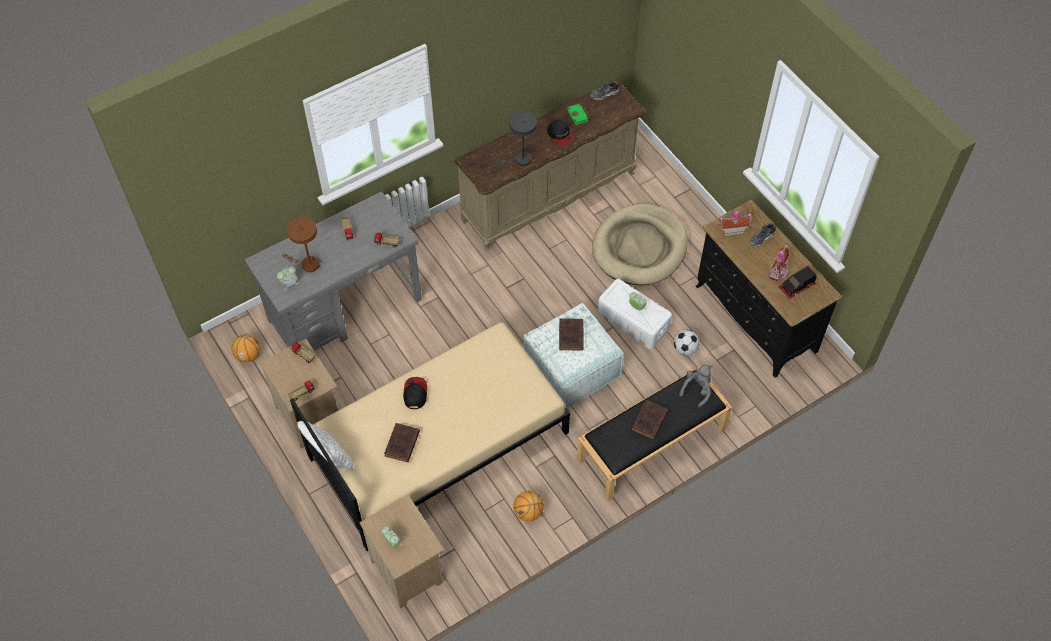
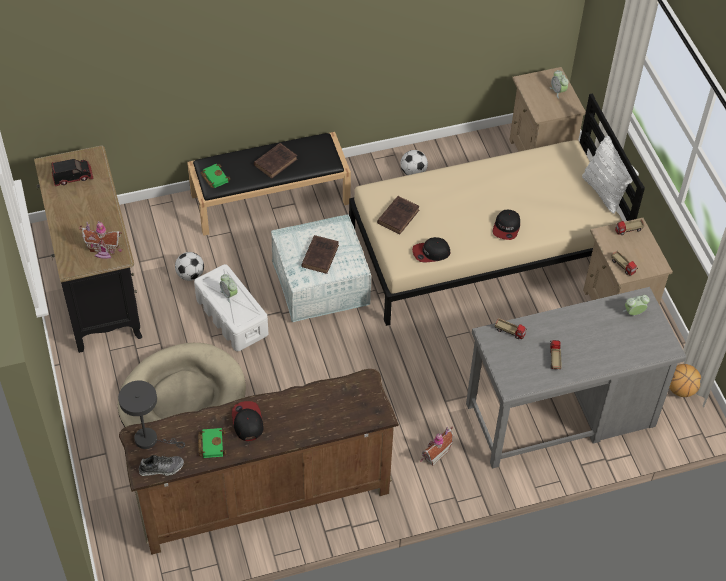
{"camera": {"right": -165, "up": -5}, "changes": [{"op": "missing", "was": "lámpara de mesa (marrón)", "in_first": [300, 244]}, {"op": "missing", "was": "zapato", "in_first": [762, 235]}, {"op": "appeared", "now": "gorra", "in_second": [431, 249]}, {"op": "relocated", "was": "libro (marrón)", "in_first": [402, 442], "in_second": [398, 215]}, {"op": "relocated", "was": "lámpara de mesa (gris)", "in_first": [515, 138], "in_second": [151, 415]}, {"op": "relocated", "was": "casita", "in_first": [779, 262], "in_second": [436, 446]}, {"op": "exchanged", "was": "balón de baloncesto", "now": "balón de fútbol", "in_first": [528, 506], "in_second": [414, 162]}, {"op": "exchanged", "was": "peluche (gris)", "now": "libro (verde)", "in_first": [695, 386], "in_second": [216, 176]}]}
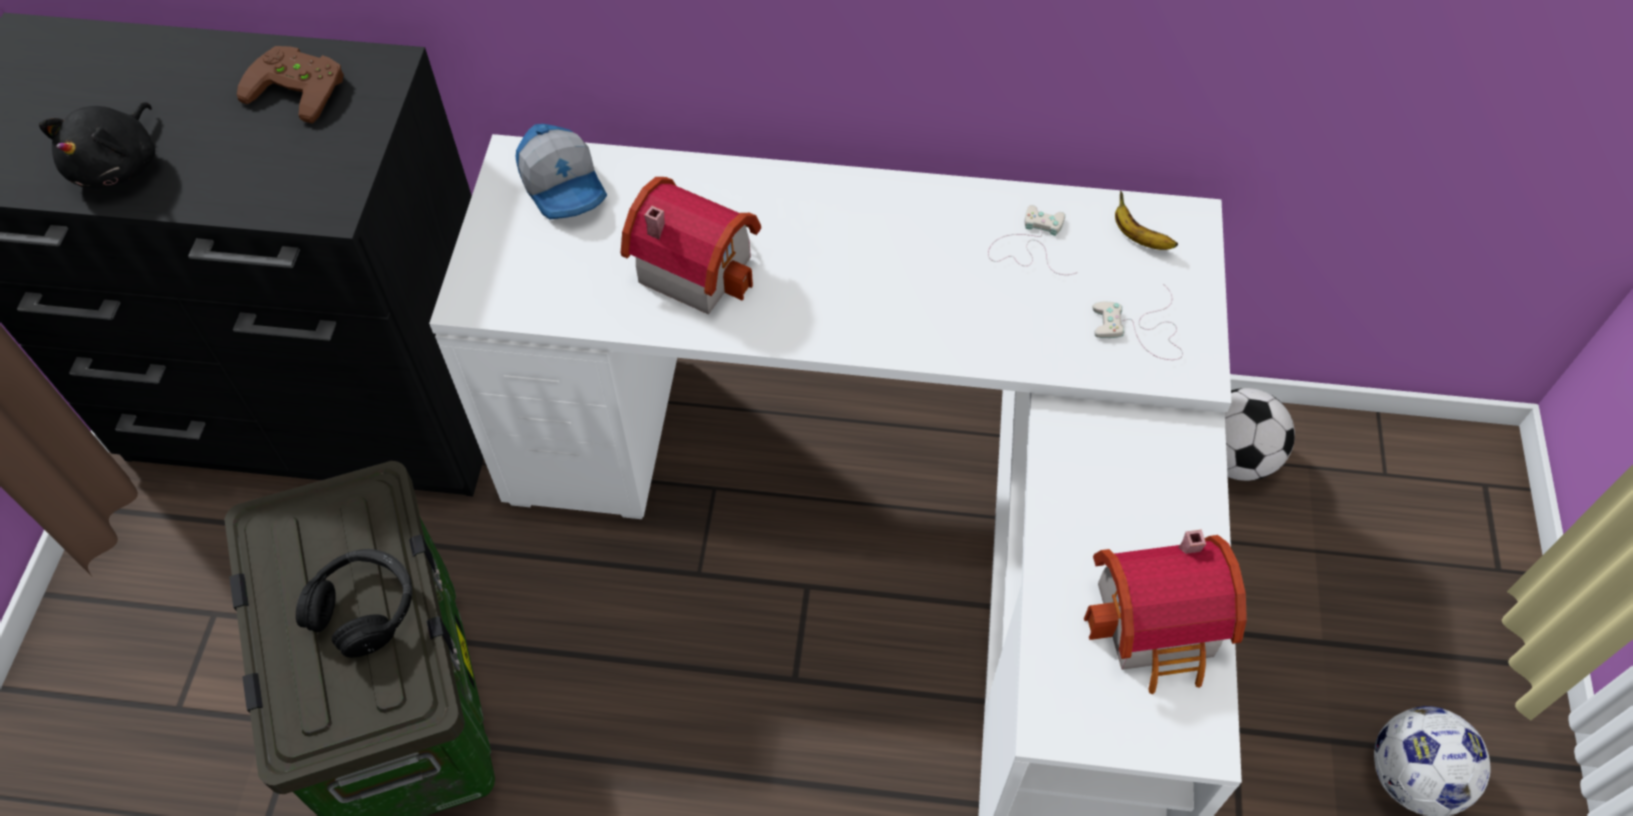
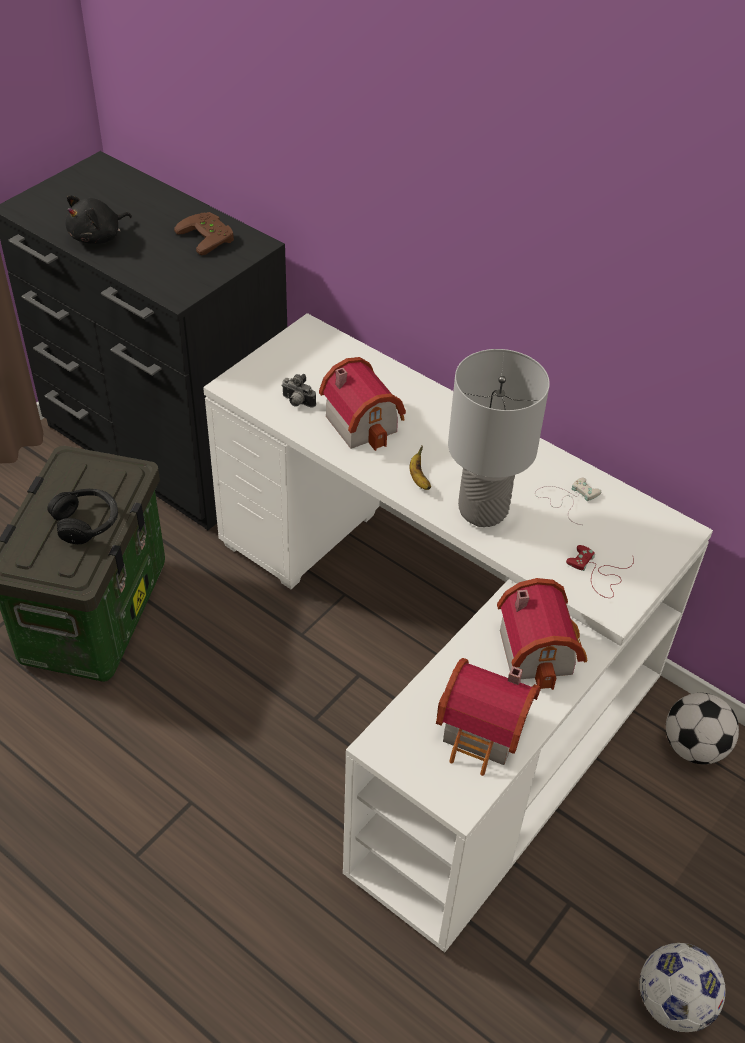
{"camera": {"right": 30, "up": -10}, "changes": [{"op": "missing", "was": "gorra", "in_first": [561, 172]}, {"op": "appeared", "now": "cámara", "in_second": [298, 391]}, {"op": "appeared", "now": "lámpara de mesa (gris)", "in_second": [499, 438]}, {"op": "appeared", "now": "casita", "in_second": [542, 634]}, {"op": "relocated", "was": "plátano", "in_first": [1146, 220], "in_second": [420, 467]}, {"op": "colour", "was": "mando de consola (blanco)", "now": "mando de consola (rojo)", "in_first": [1138, 322], "in_second": [600, 571]}]}
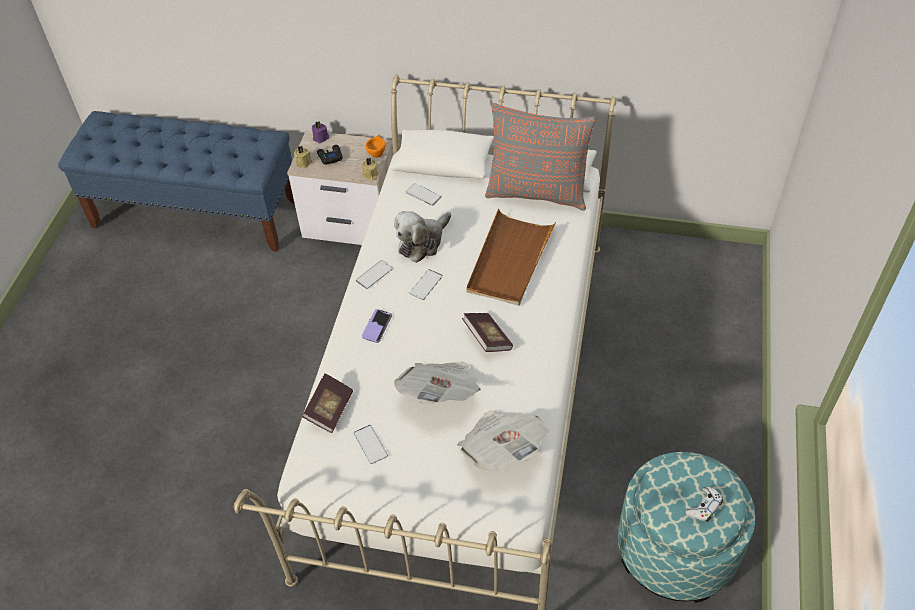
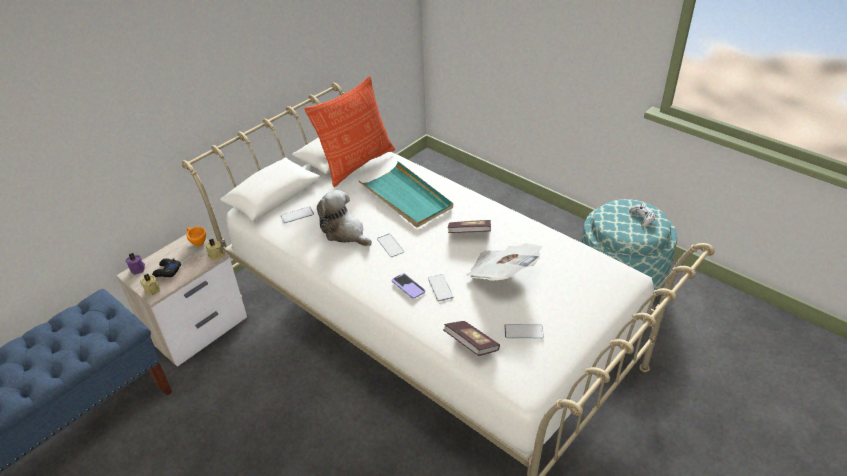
{"camera": {"right": -60, "up": -10}, "changes": [{"op": "missing", "was": "periódico", "in_first": [503, 441]}, {"op": "relocated", "was": "móvil", "in_first": [374, 274], "in_second": [440, 287]}, {"op": "colour", "was": "bandeja (marrón)", "now": "bandeja (turquesa)", "in_first": [511, 257], "in_second": [405, 194]}, {"op": "colour", "was": "cojín (gris)", "now": "cojín (naranja)", "in_first": [540, 157], "in_second": [350, 131]}, {"op": "spun", "was": "peluche", "in_first": [422, 237], "in_second": [344, 218], "clockwise": 150}]}
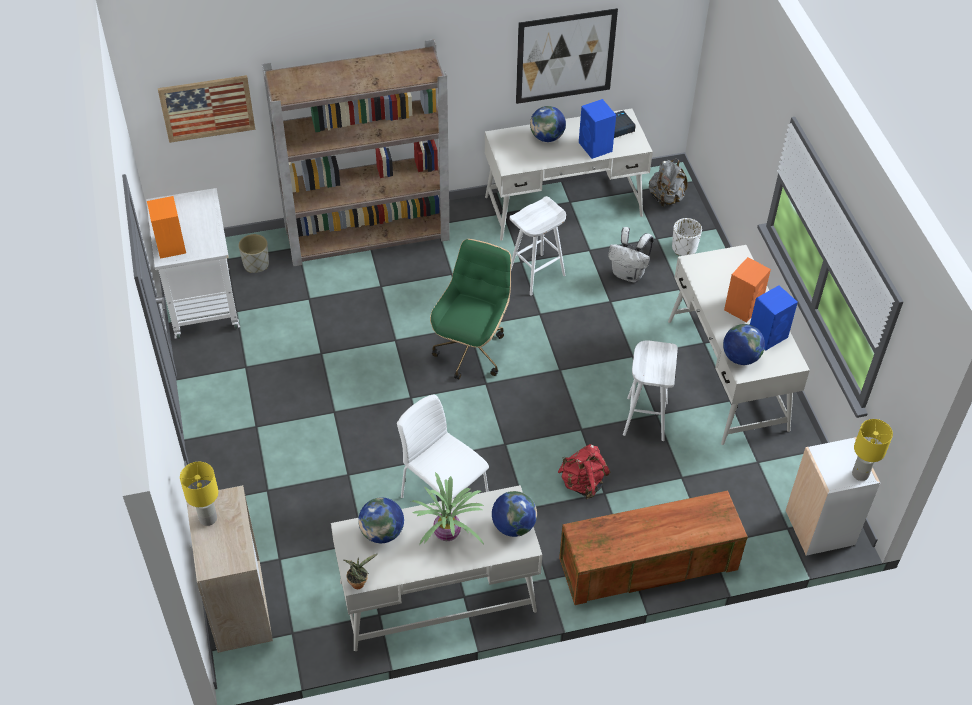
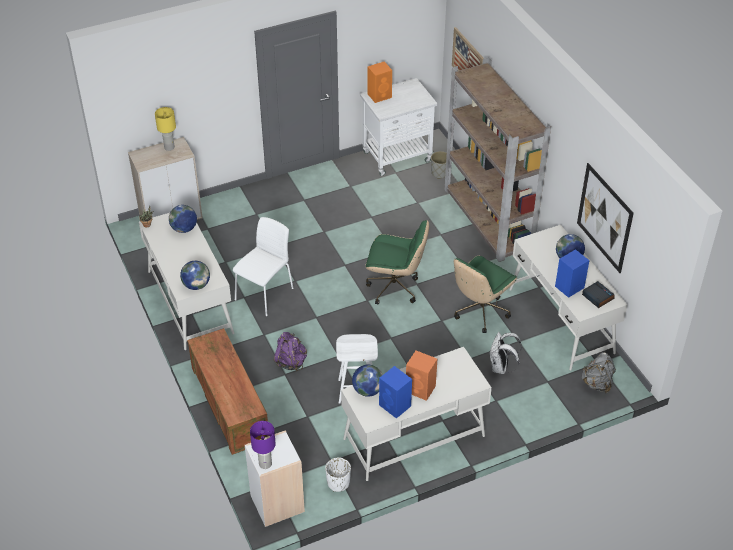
{"camera": {"right": 80, "up": -5}, "changes": [{"op": "missing", "was": "planta en maceta", "in_first": [447, 508]}, {"op": "relocated", "was": "maceta (blanco)", "in_first": [687, 237], "in_second": [338, 475]}, {"op": "exchanged", "was": "taburete (blanco)", "now": "silla de oficina (verde)", "in_first": [538, 246], "in_second": [485, 294]}, {"op": "colour", "was": "mochila (rojo)", "now": "mochila (morado)", "in_first": [584, 471], "in_second": [290, 351]}, {"op": "colour", "was": "lámpara de mesa (amarillo)", "now": "lámpara de mesa (morado)", "in_first": [872, 450], "in_second": [263, 445]}]}
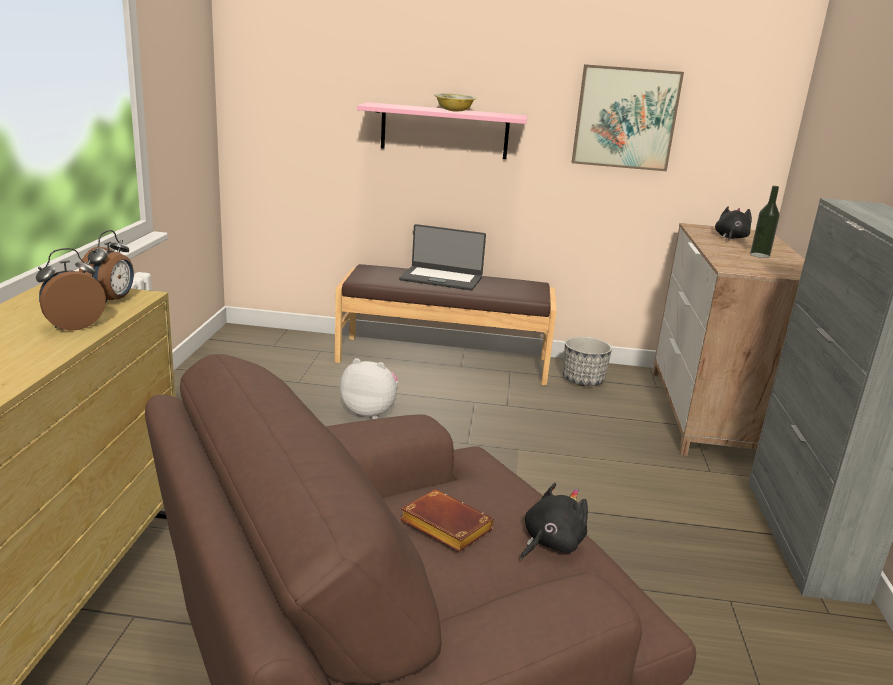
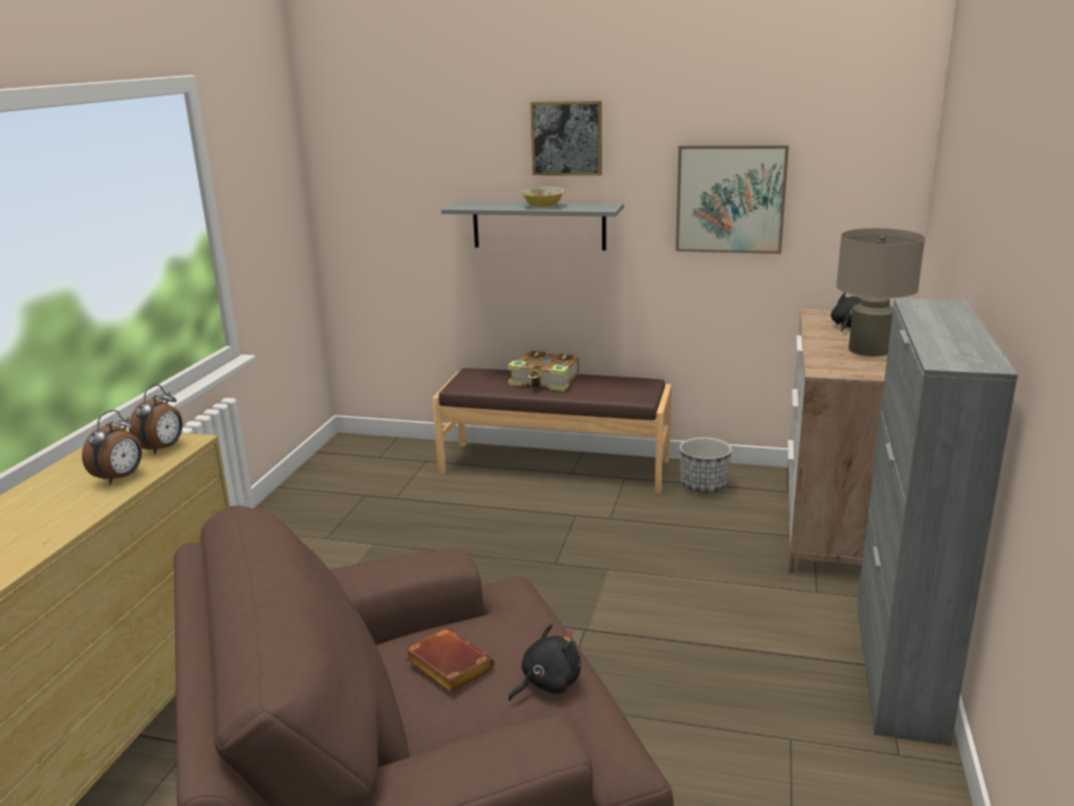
{"camera": {"right": 10, "up": 0}, "changes": [{"op": "missing", "was": "peluche", "in_first": [369, 388]}, {"op": "appeared", "now": "cuadro", "in_second": [566, 138]}, {"op": "exchanged", "was": "portátil", "now": "libro", "in_first": [442, 257], "in_second": [543, 371]}, {"op": "exchanged", "was": "botella", "now": "lámpara de mesa (beis)", "in_first": [764, 222], "in_second": [880, 292]}, {"op": "colour", "was": "estante (rosa)", "now": "estante (gris)", "in_first": [442, 130], "in_second": [532, 226]}, {"op": "spun", "was": "despertador", "in_first": [71, 289], "in_second": [112, 447], "clockwise": 150}]}
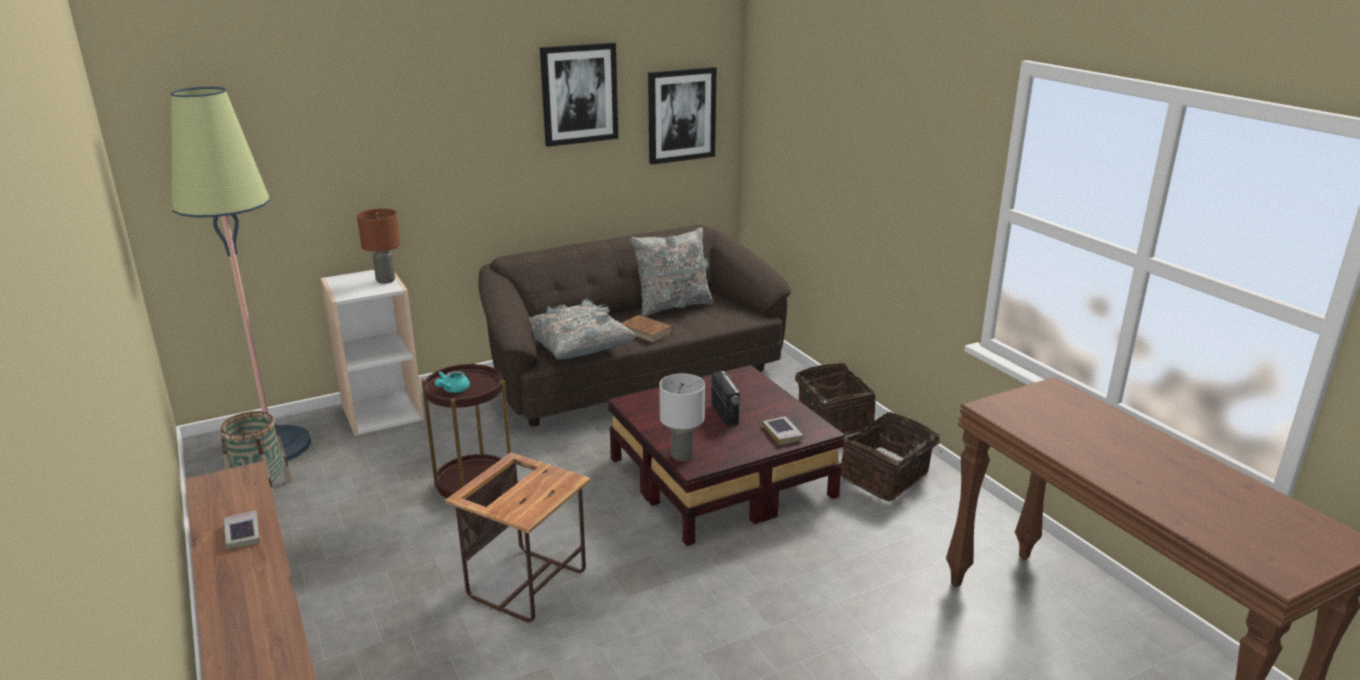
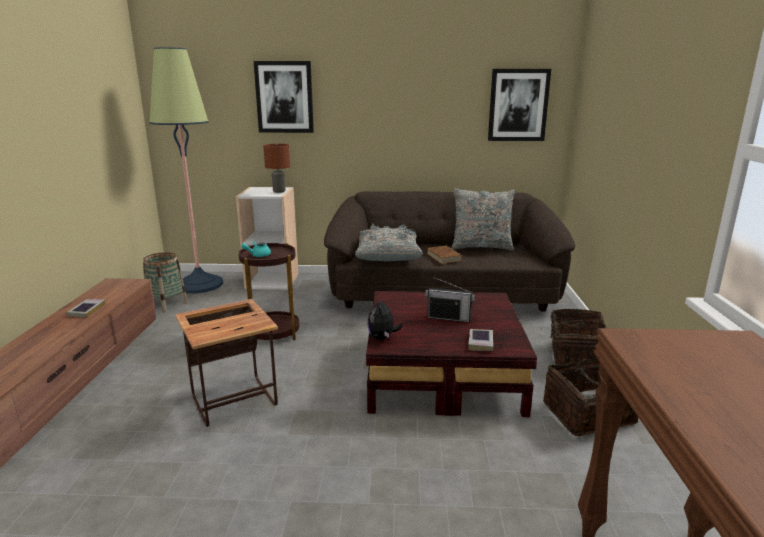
{"camera": {"right": 30, "up": -5}, "changes": [{"op": "relocated", "was": "cuadro", "in_first": [579, 94], "in_second": [284, 97]}, {"op": "exchanged", "was": "lámpara de mesa (blanco)", "now": "peluche", "in_first": [682, 417], "in_second": [385, 318]}, {"op": "spun", "was": "radio", "in_first": [725, 398], "in_second": [450, 300], "clockwise": 90}]}
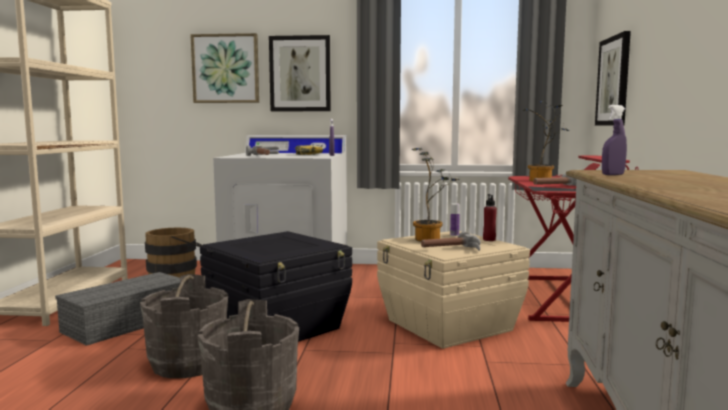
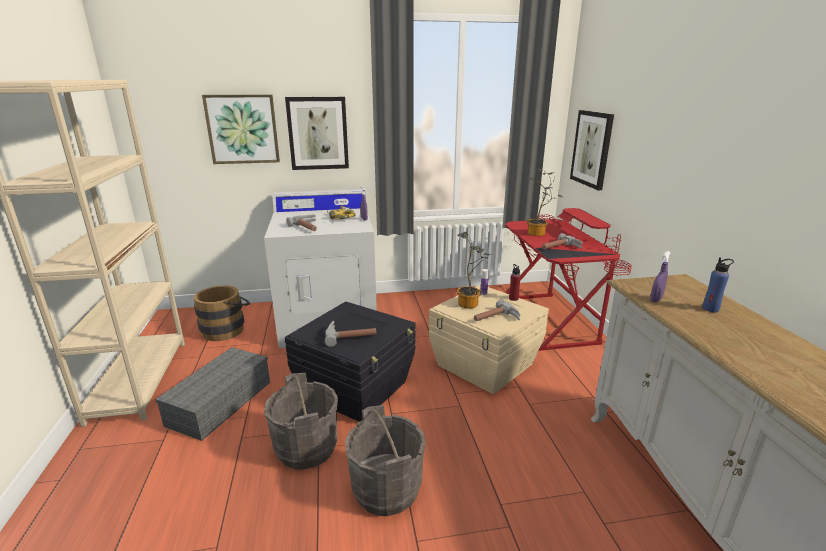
{"camera": {"right": -15, "up": 15}, "changes": [{"op": "appeared", "now": "martillo", "in_second": [350, 334]}, {"op": "appeared", "now": "botella (azul)", "in_second": [718, 284]}]}
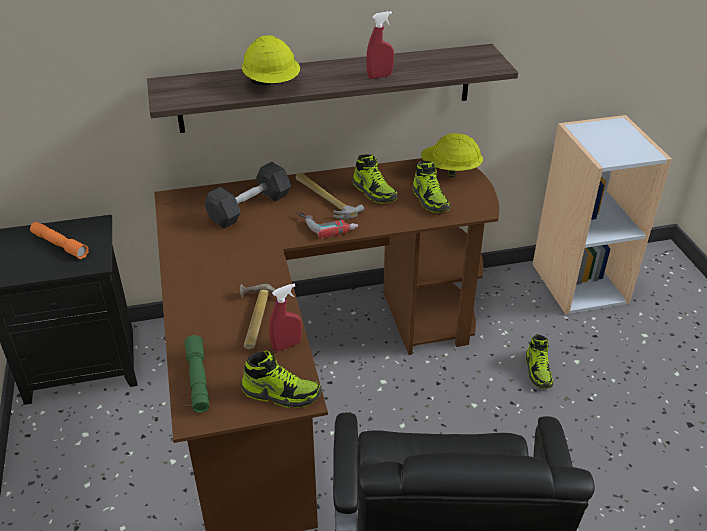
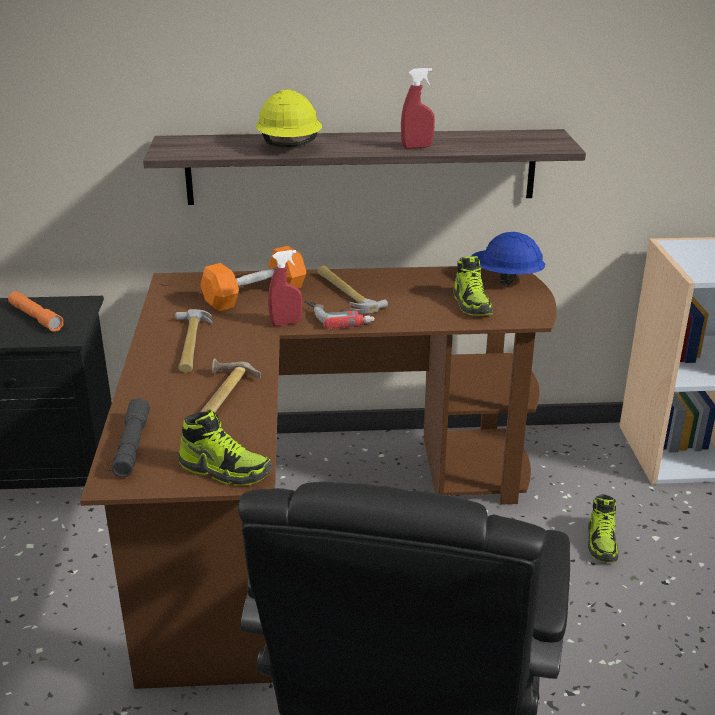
{"camera": {"right": 10, "up": -10}, "changes": [{"op": "missing", "was": "zapato", "in_first": [375, 179]}, {"op": "appeared", "now": "martillo", "in_second": [194, 341]}, {"op": "relocated", "was": "pulverizador (rojo)", "in_first": [285, 317], "in_second": [285, 288]}, {"op": "colour", "was": "linterna (verde)", "now": "linterna (gris)", "in_first": [196, 374], "in_second": [131, 437]}, {"op": "colour", "was": "mancuerna (gris)", "now": "mancuerna (naranja)", "in_first": [248, 195], "in_second": [253, 278]}, {"op": "colour", "was": "casco (amarillo)", "now": "casco (azul)", "in_first": [452, 155], "in_second": [508, 258]}]}
